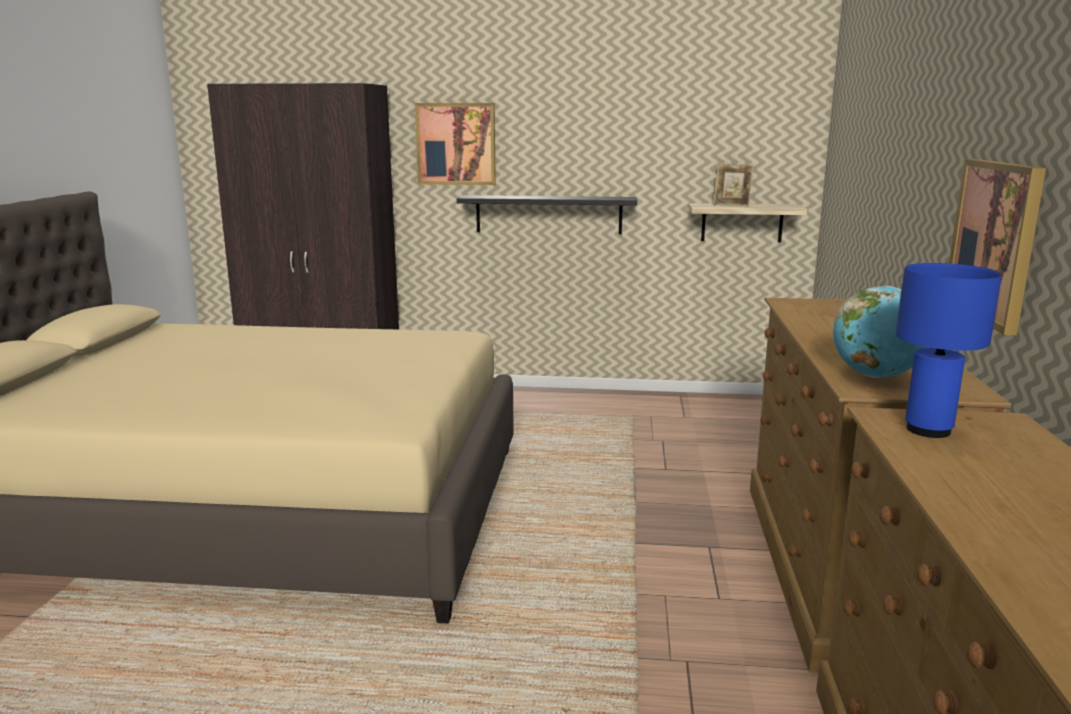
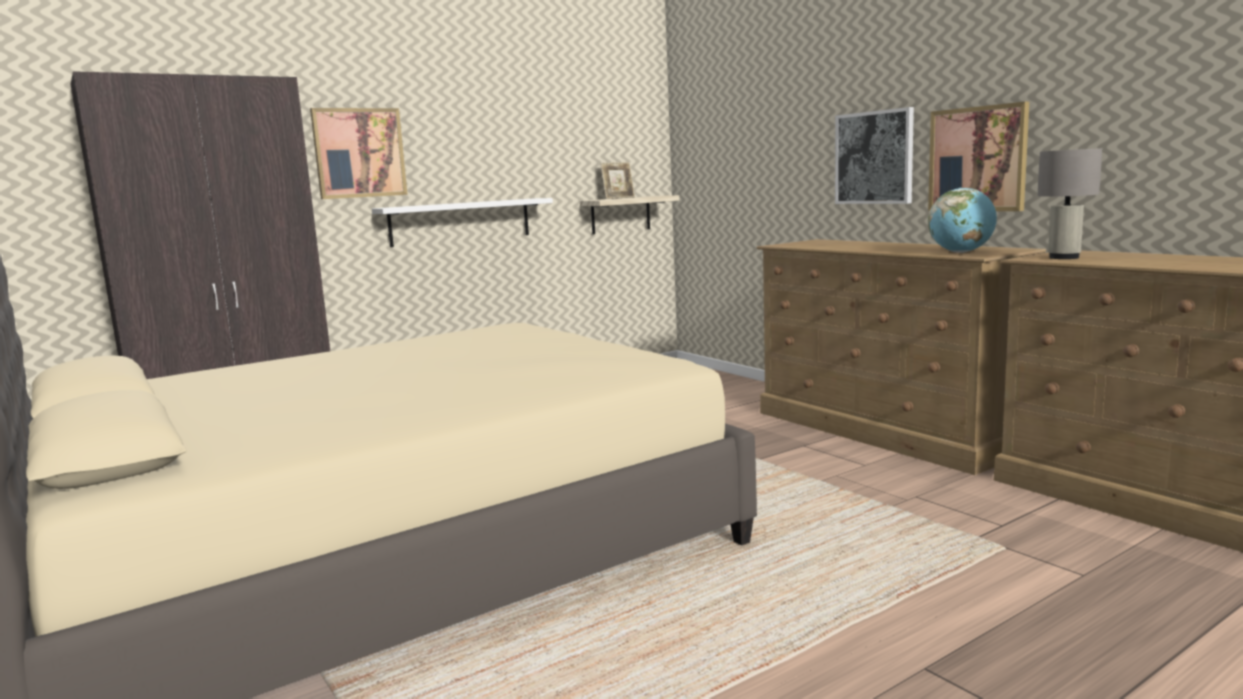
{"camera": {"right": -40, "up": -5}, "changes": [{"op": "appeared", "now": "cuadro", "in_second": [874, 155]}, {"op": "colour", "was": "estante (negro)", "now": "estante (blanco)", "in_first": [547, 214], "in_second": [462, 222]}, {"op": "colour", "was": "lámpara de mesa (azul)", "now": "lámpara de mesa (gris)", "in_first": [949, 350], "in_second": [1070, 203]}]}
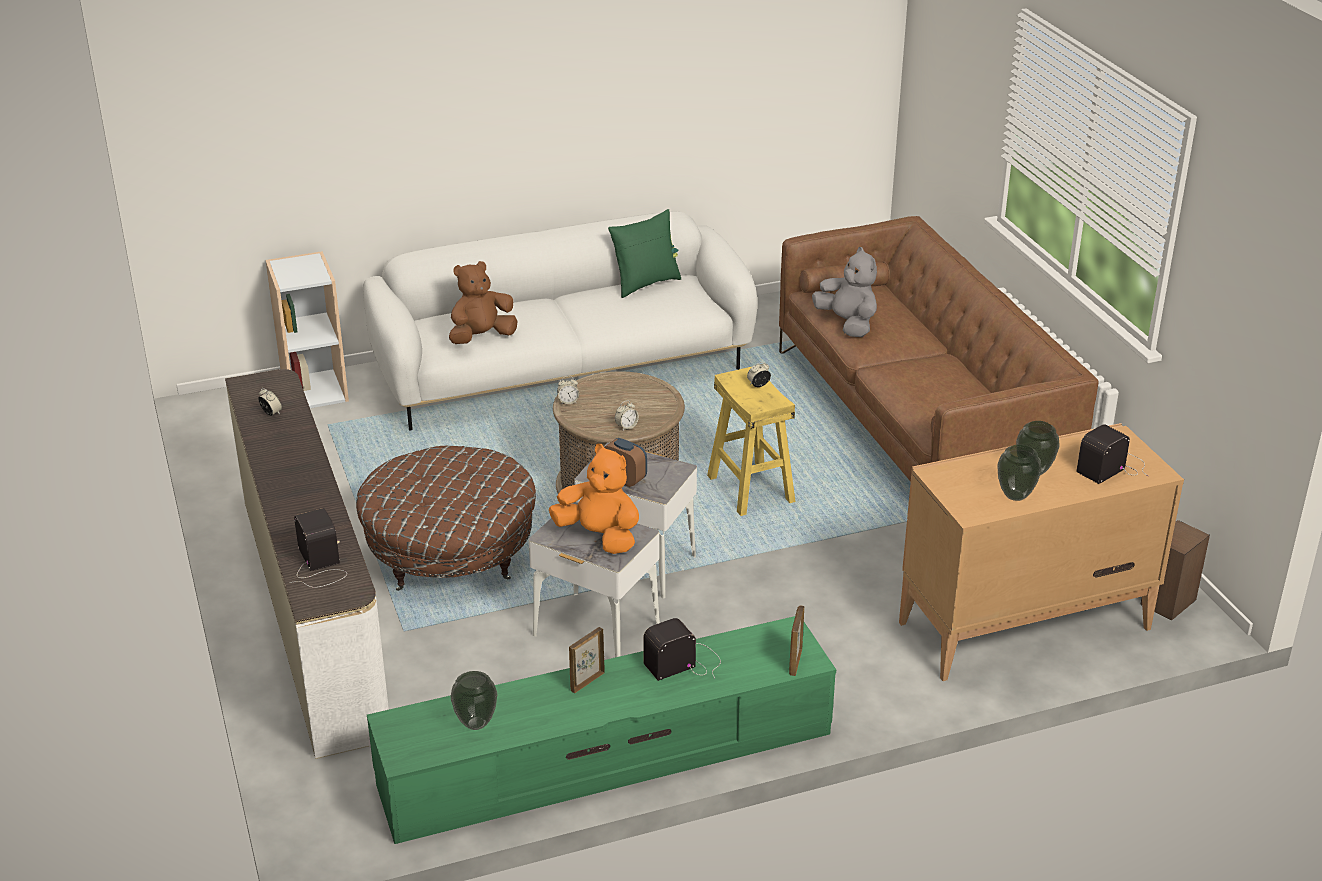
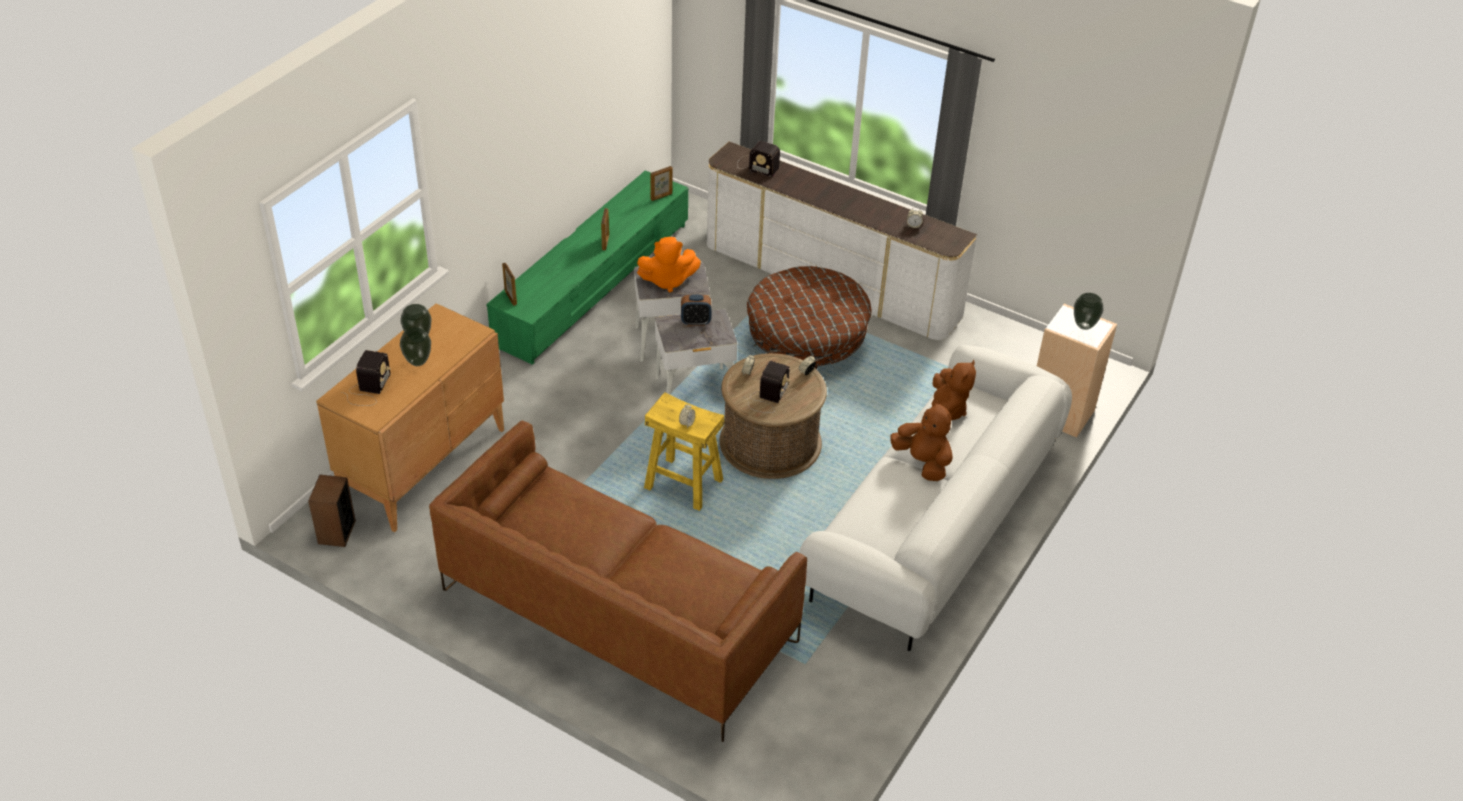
{"camera": {"right": 140, "up": 10}, "changes": [{"op": "missing", "was": "cojín (verde)", "in_first": [644, 253]}, {"op": "missing", "was": "peluche (gris)", "in_first": [844, 292]}, {"op": "appeared", "now": "portarretratos", "in_second": [661, 183]}, {"op": "appeared", "now": "peluche (marrón)", "in_second": [922, 440]}, {"op": "relocated", "was": "florero", "in_first": [474, 700], "in_second": [1088, 311]}, {"op": "relocated", "was": "radio", "in_first": [682, 649], "in_second": [767, 387]}]}
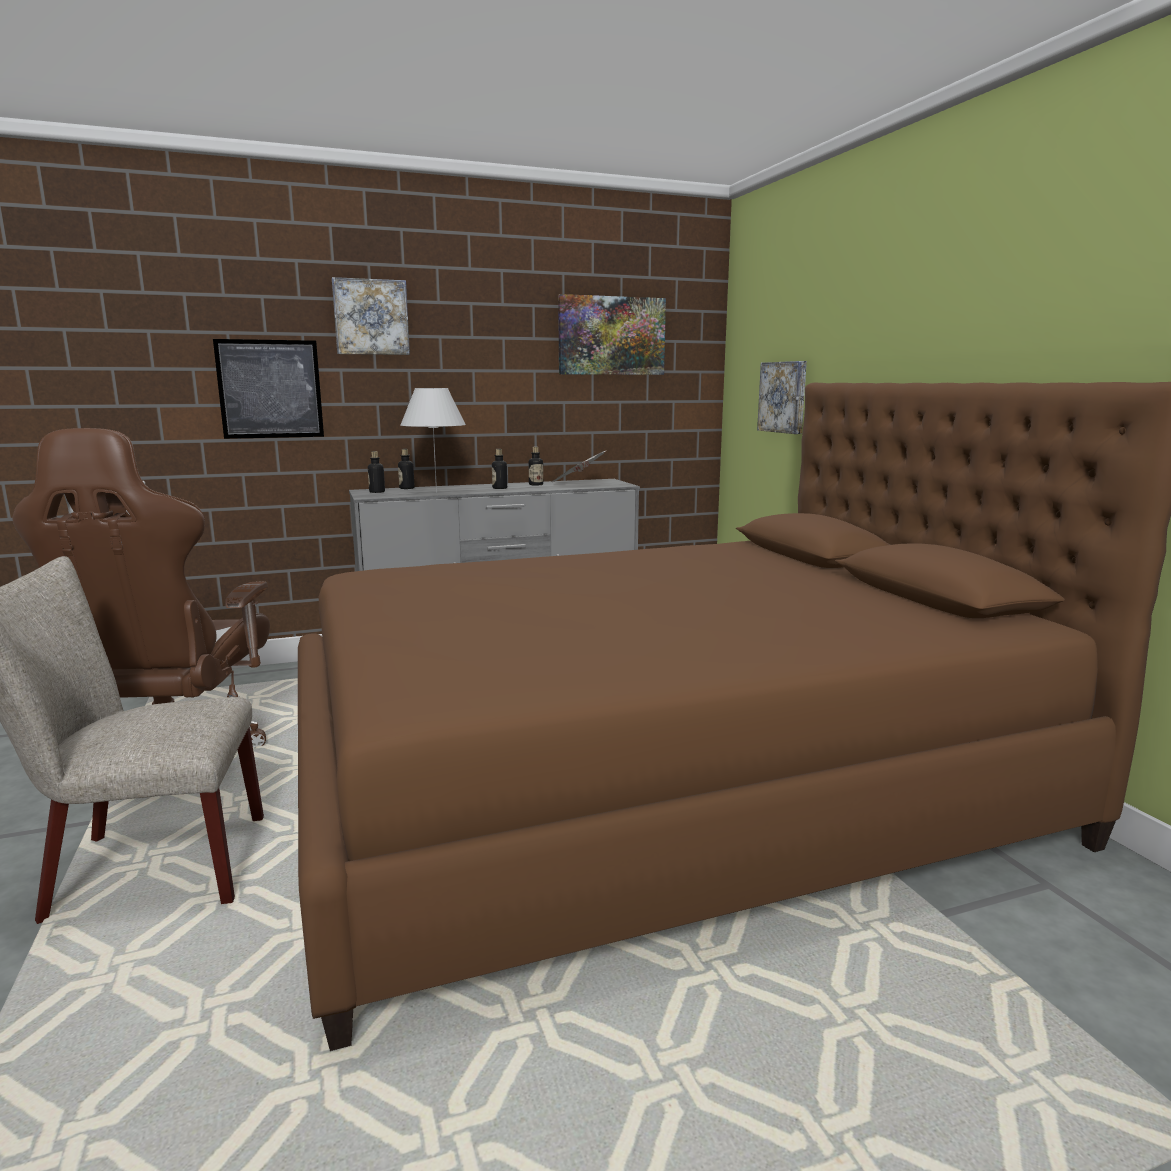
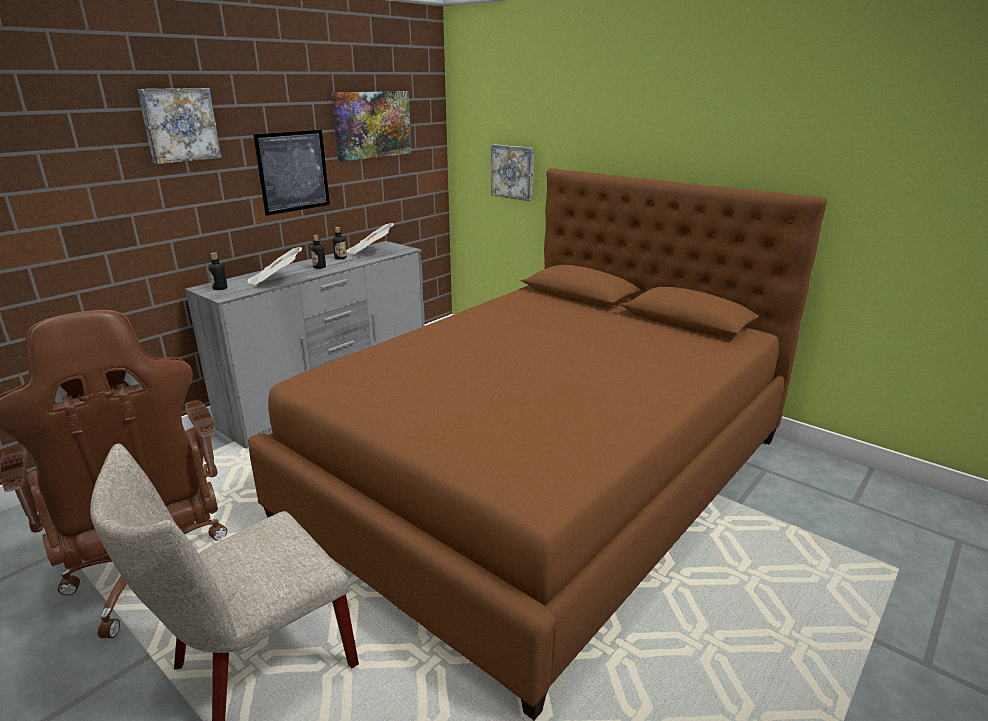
{"camera": {"right": -30, "up": 10}, "changes": [{"op": "missing", "was": "botella", "in_first": [406, 469]}, {"op": "relocated", "was": "cuadro", "in_first": [268, 389], "in_second": [291, 173]}, {"op": "exchanged", "was": "lámpara de mesa (blanco)", "now": "periódico", "in_first": [433, 440], "in_second": [274, 266]}]}
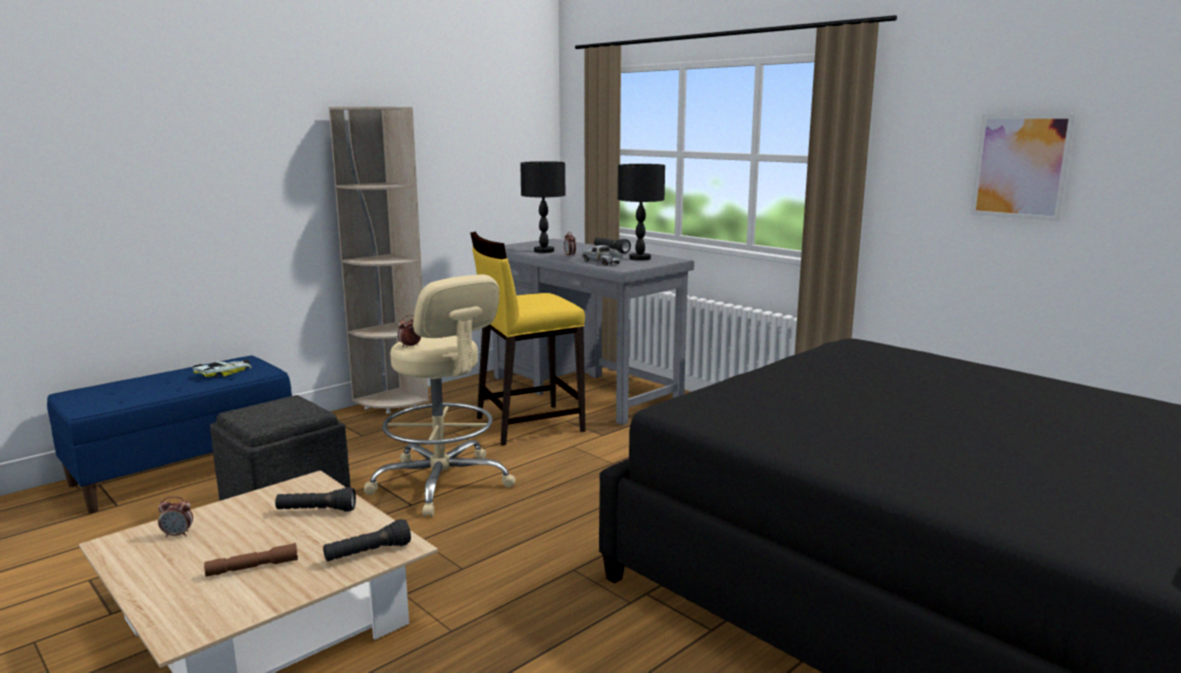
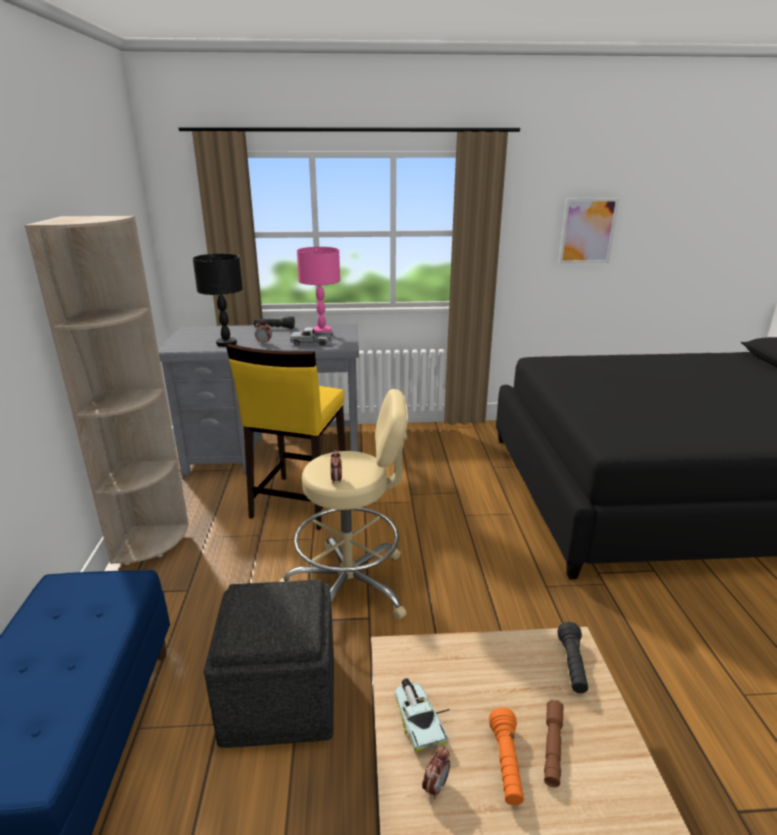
{"camera": {"right": -50, "up": 10}, "changes": [{"op": "missing", "was": "linterna (negro)", "in_first": [315, 499]}, {"op": "appeared", "now": "linterna (naranja)", "in_second": [506, 756]}, {"op": "relocated", "was": "coche de juguete", "in_first": [222, 368], "in_second": [422, 715]}, {"op": "colour", "was": "lámpara de mesa (negro)", "now": "lámpara de mesa (rosa)", "in_first": [641, 212], "in_second": [318, 289]}]}
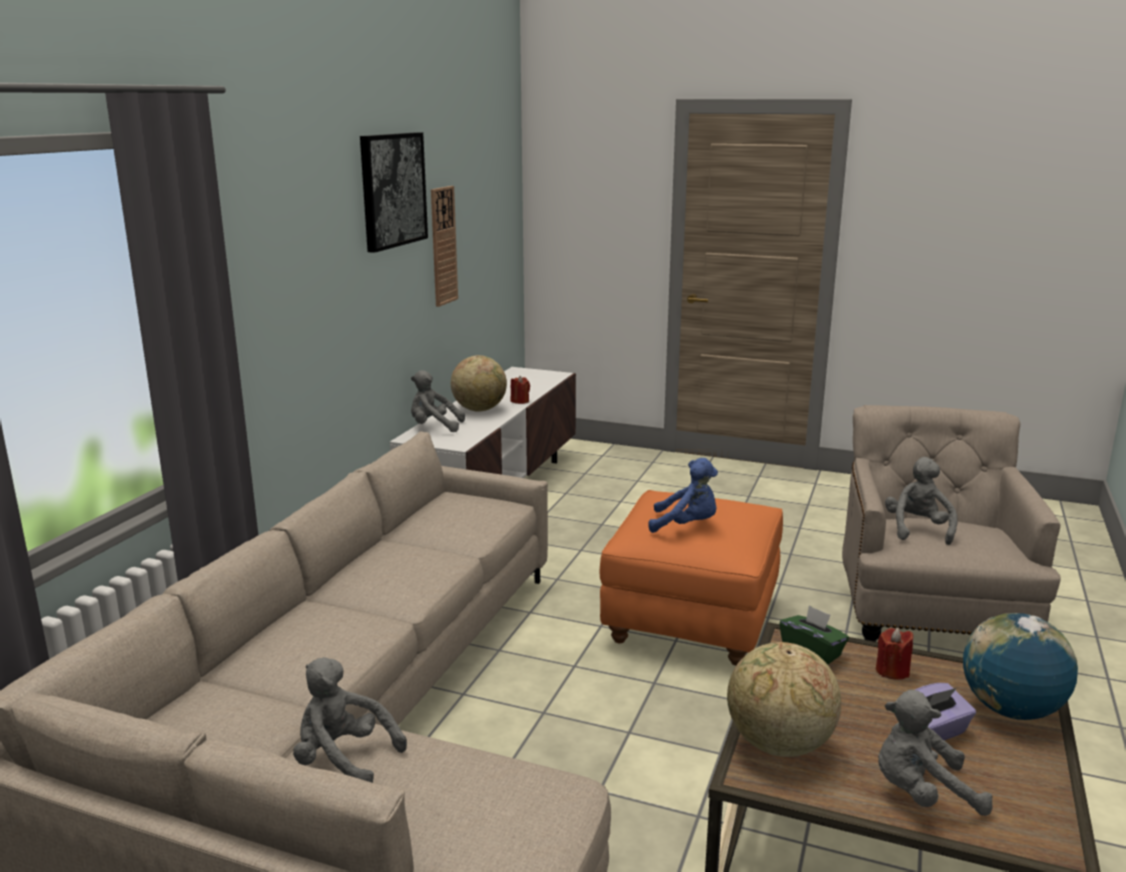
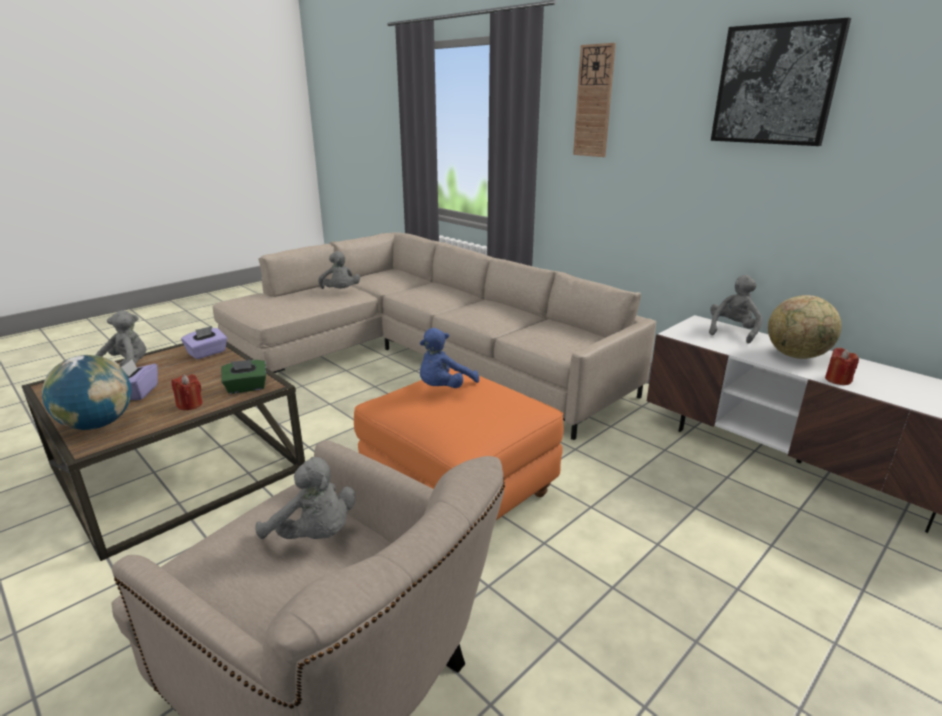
{"camera": {"right": 115, "up": 5}, "changes": [{"op": "relocated", "was": "reloj de pared", "in_first": [444, 246], "in_second": [594, 100]}, {"op": "exchanged", "was": "globo terráqueo", "now": "caja de pañuelos (morado)", "in_first": [784, 699], "in_second": [204, 342]}, {"op": "spun", "was": "peluche (gris)", "in_first": [350, 720], "in_second": [339, 270], "clockwise": 105}]}
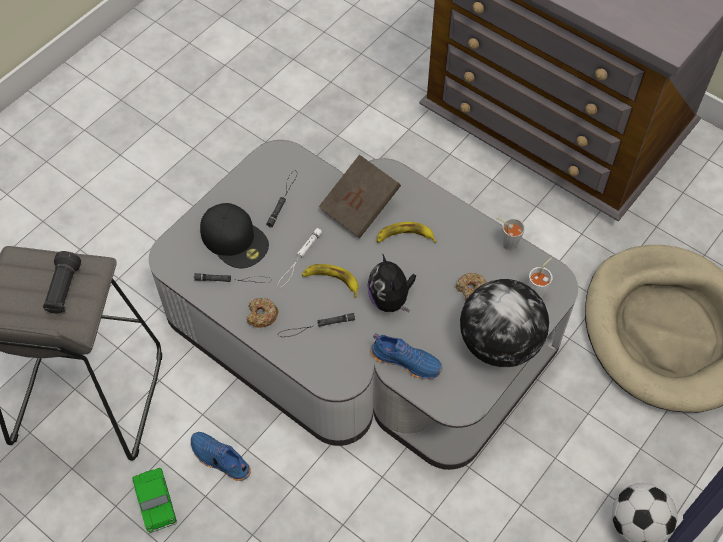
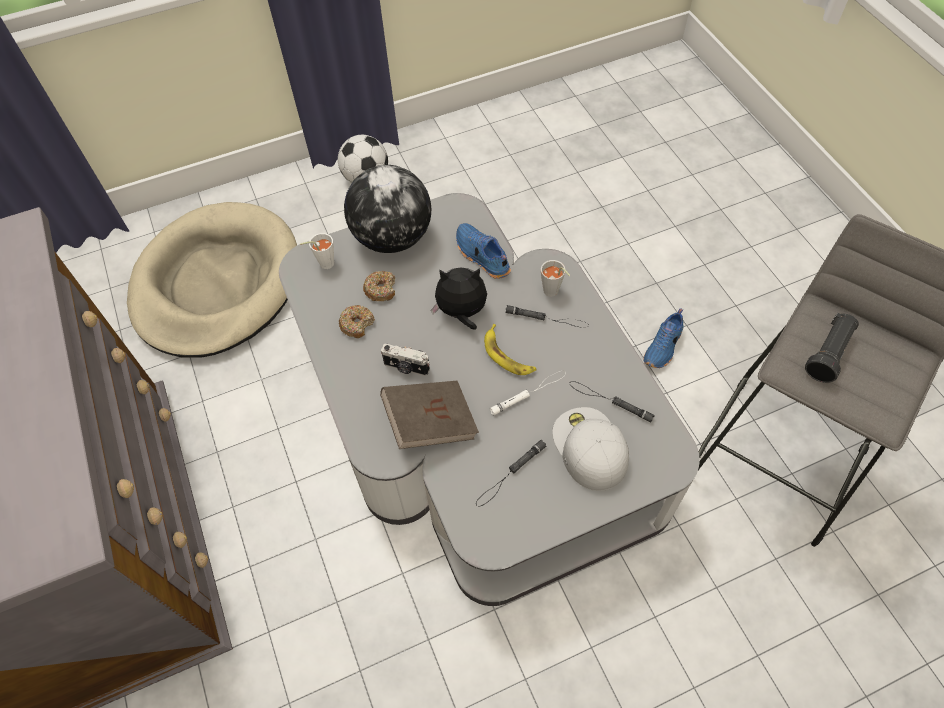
{"camera": {"right": -150, "up": 0}, "changes": [{"op": "missing", "was": "coche de juguete", "in_first": [154, 500]}, {"op": "relocated", "was": "rosquilla", "in_first": [262, 313], "in_second": [357, 321]}, {"op": "relocated", "was": "taza (gris)", "in_first": [510, 234], "in_second": [555, 278]}, {"op": "exchanged", "was": "plátano", "now": "cámara", "in_first": [407, 232], "in_second": [405, 359]}, {"op": "colour", "was": "gorra (negro)", "now": "gorra (blanco)", "in_first": [234, 235], "in_second": [590, 449]}, {"op": "spun", "was": "zapato (azul)", "in_first": [221, 456], "in_second": [663, 338], "clockwise": 60}, {"op": "spun", "was": "peluche", "in_first": [391, 283], "in_second": [459, 299], "clockwise": -105}]}
